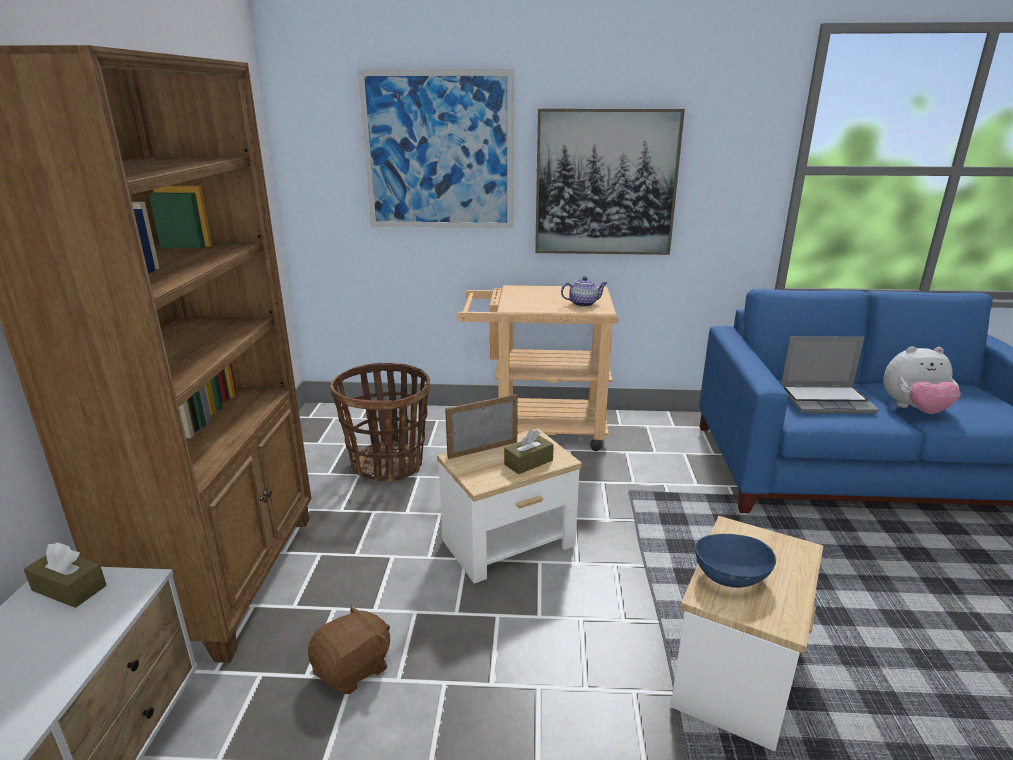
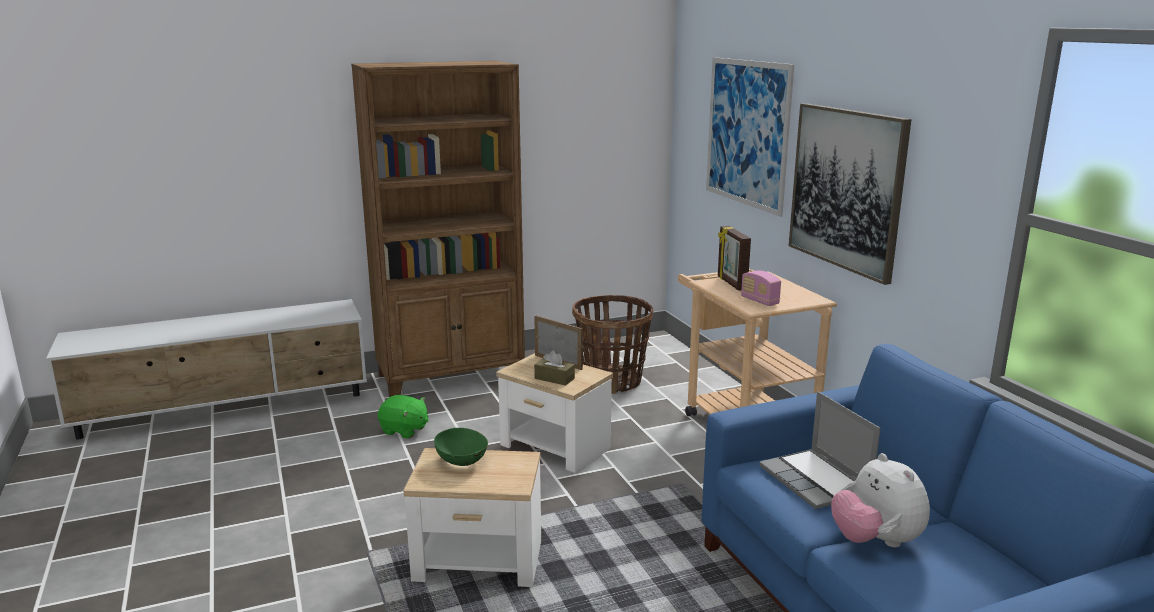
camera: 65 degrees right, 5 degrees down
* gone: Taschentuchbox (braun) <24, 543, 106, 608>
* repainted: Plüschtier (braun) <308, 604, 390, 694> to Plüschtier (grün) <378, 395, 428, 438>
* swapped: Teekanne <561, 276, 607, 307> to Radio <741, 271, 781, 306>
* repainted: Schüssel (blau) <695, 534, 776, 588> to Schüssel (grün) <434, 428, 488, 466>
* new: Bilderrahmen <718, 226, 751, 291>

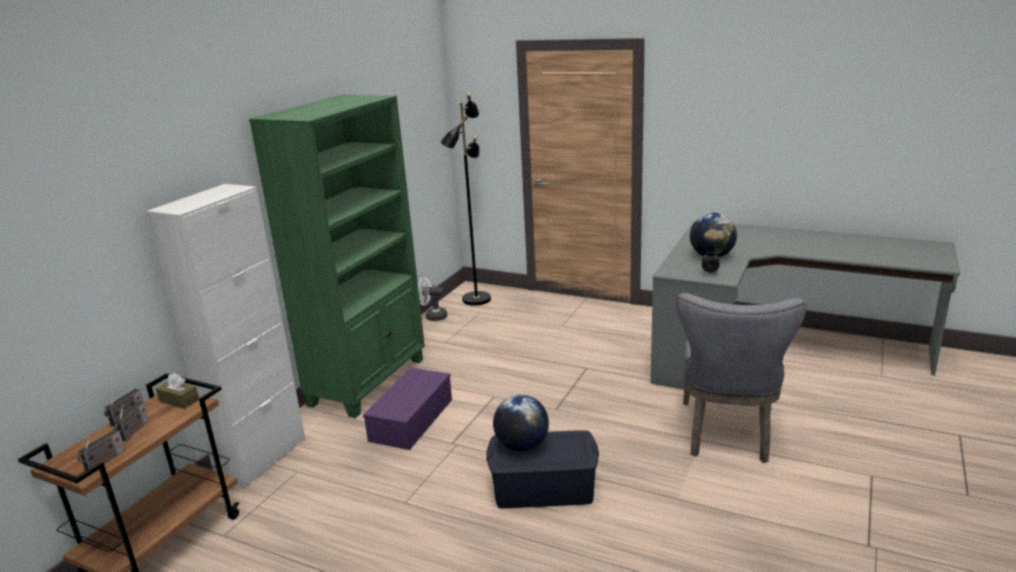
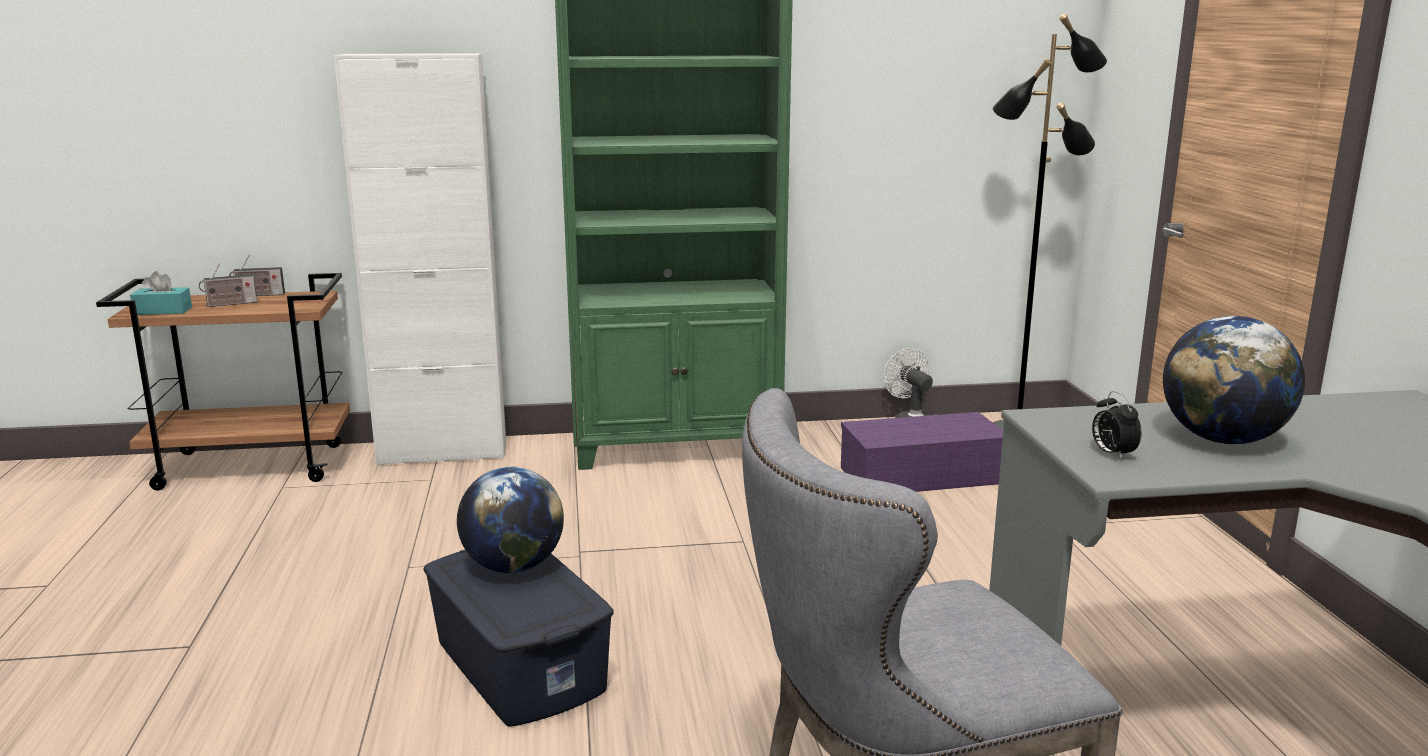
camera: 55 degrees right, 5 degrees down
* swapped: Radio <77, 429, 125, 471> to Taschentuchbox (türkis) <130, 271, 192, 315>
* gone: Taschentuchbox (braun) <156, 373, 199, 409>
* shifted: Aufbewahrungsbox (lila) <363, 368, 452, 450> to <841, 412, 1003, 492>

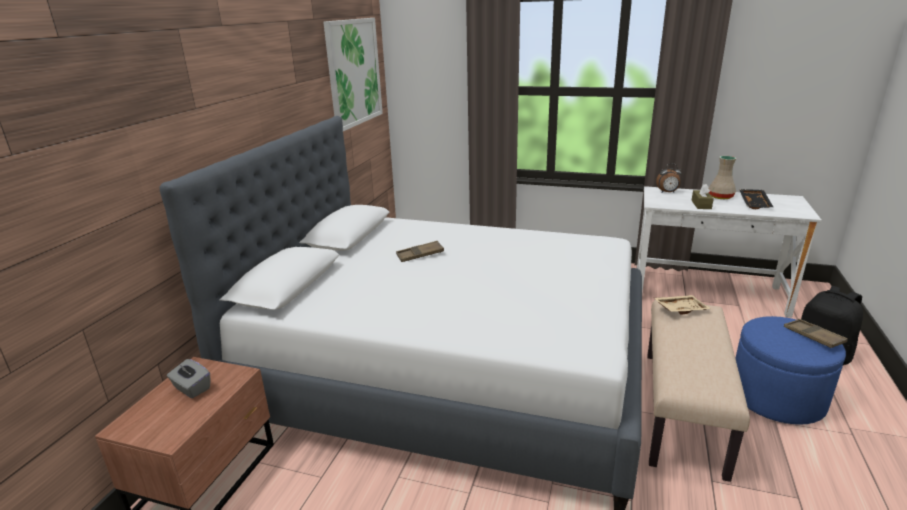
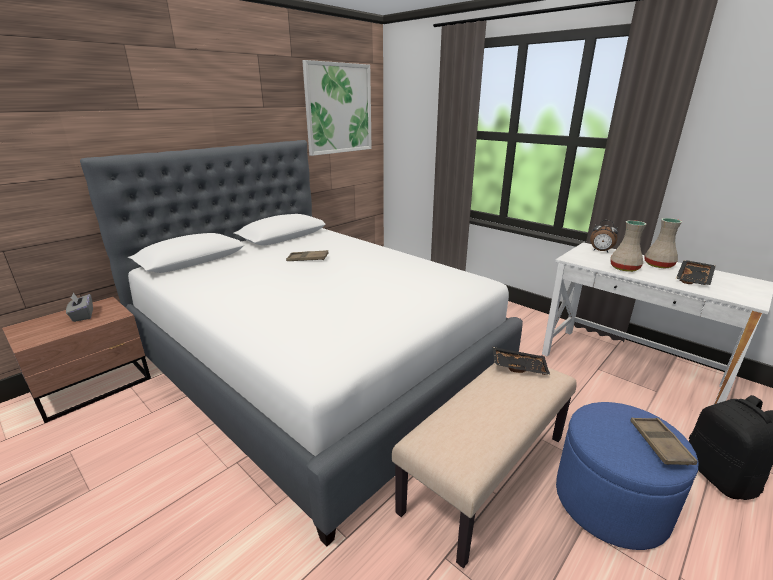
camera: 25 degrees right, 0 degrees up
* repainted: Tablett (beige) <654, 295, 711, 314> to Tablett (schwarz) <492, 347, 550, 375>
* swapped: Taschentuchbox (braun) <692, 184, 714, 209> to Vase (beige) <610, 220, 646, 272>

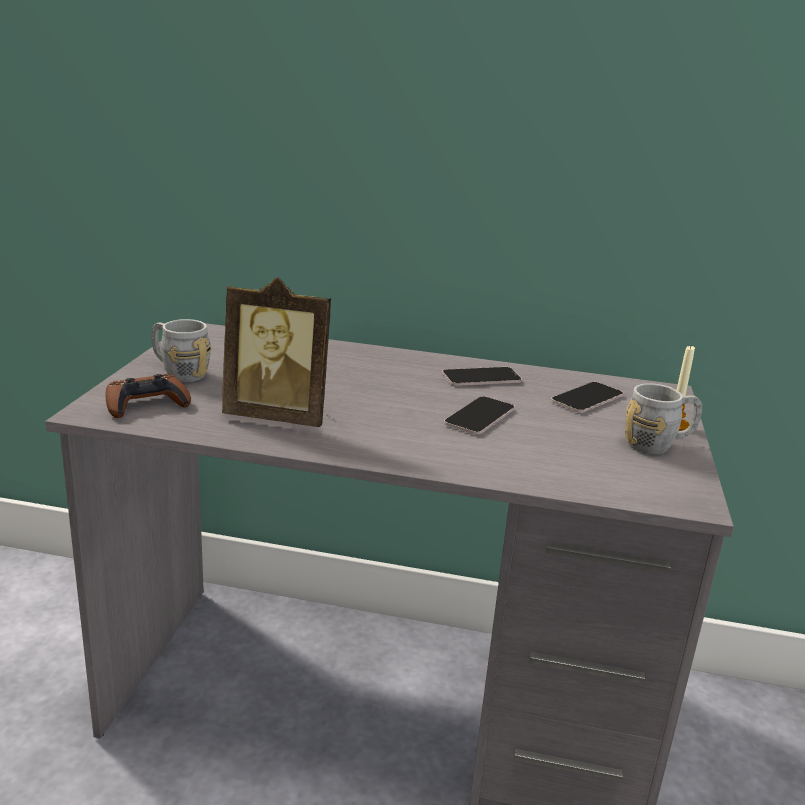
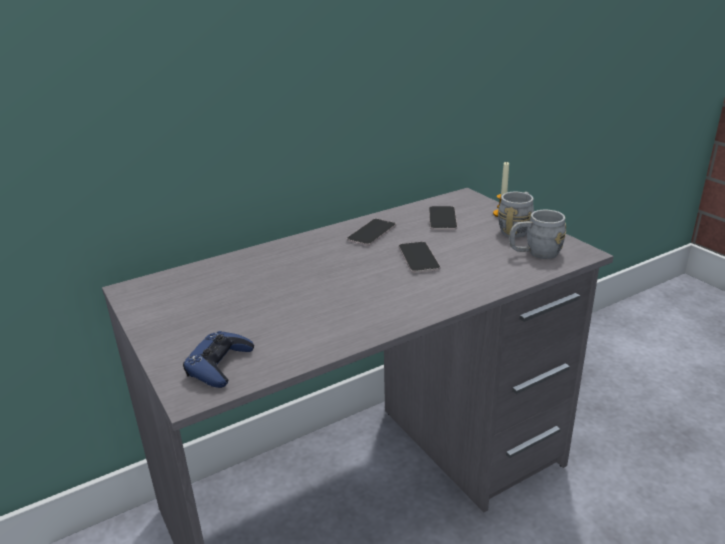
camera: 40 degrees left, 5 degrees up
* repainted: Gamepad (braun) <106, 374, 191, 418> to Gamepad (blau) <183, 331, 254, 388>
* shifted: Henkelbecher (grau) <151, 319, 211, 382> to <509, 210, 566, 259>
* gone: Bilderrahmen <222, 277, 331, 427>

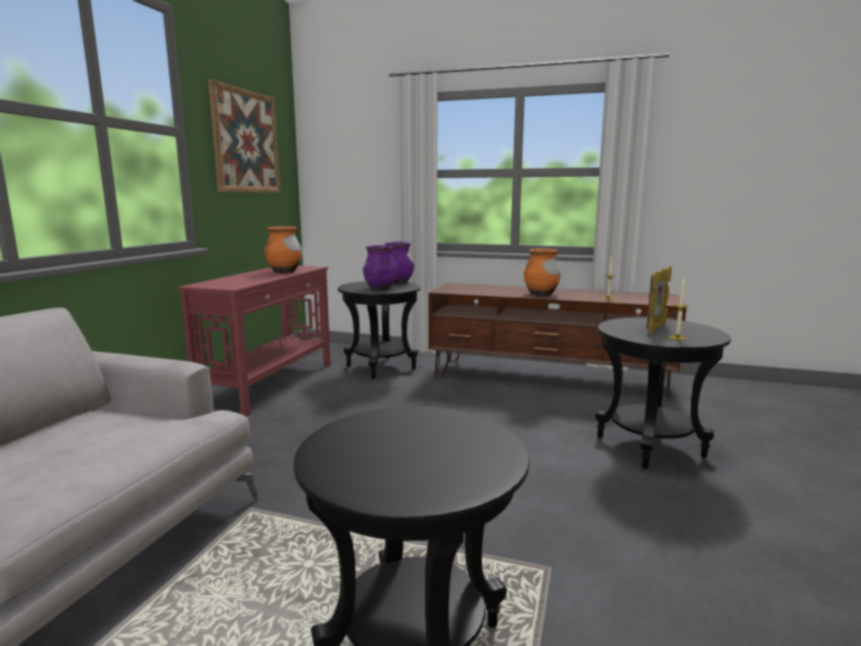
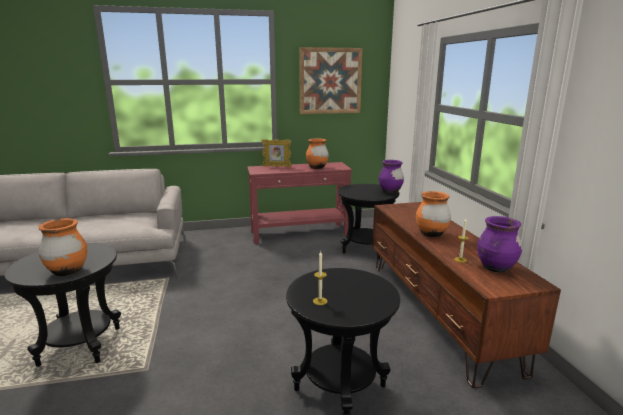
camera: 60 degrees right, 5 degrees up
* shifted: Vase (lila) <363, 245, 397, 290> to <477, 216, 522, 273>
* shifted: Bilderrahmen <646, 266, 672, 334> to <262, 139, 292, 167>
* new: Vase (orange) <38, 218, 87, 276>

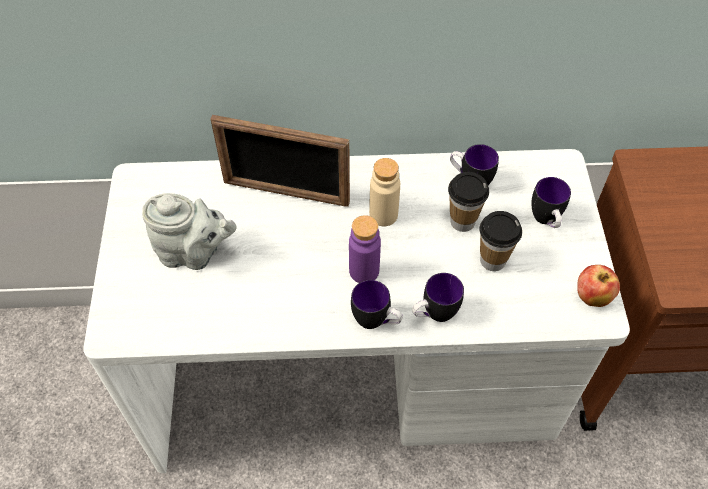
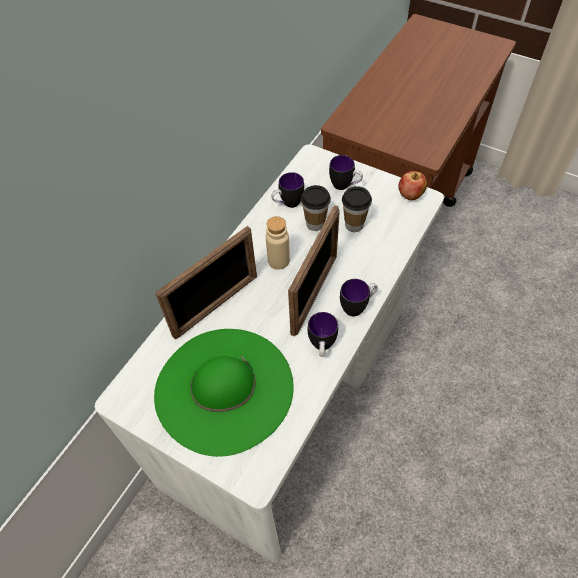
camera: 55 degrees left, 0 degrees up
* swapped: Teekanne (grau) <142, 193, 237, 270> to Hut (grün) <154, 329, 294, 457>
* swapped: Flasche (lila) <349, 215, 381, 283> to Bilderrahmen <288, 205, 340, 336>
* shifted: Henkelbecher <412, 273, 464, 322> to <308, 312, 338, 357>

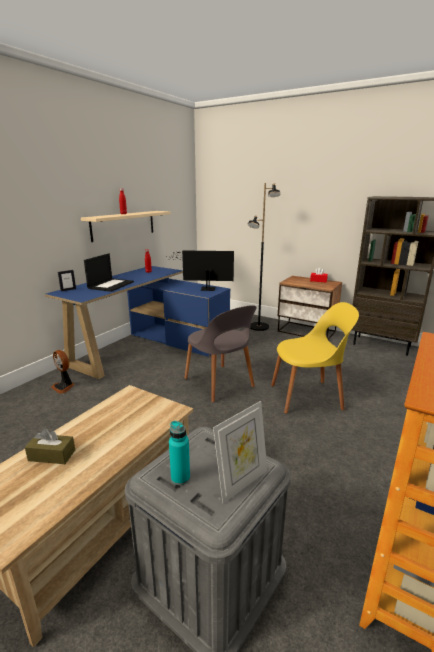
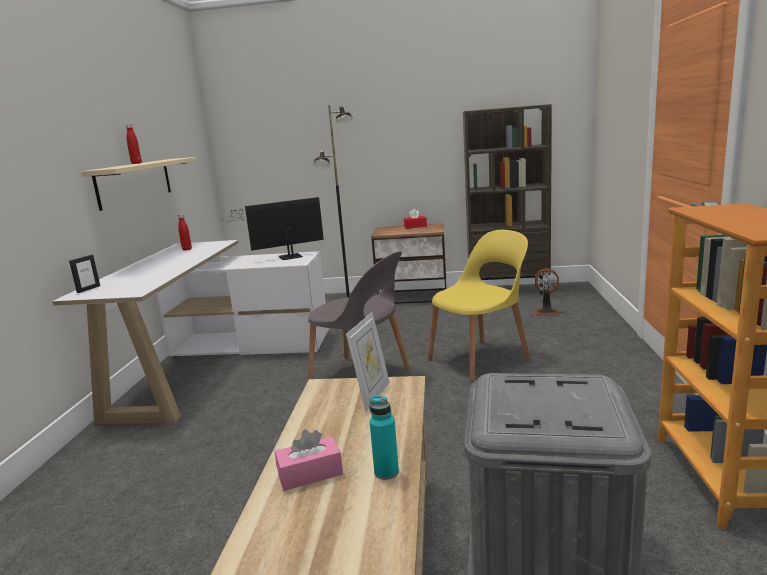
camera: 25 degrees left, 5 degrees down
* repainted: Taschentuchbox (braun) <25, 429, 75, 464> to Taschentuchbox (rosa) <275, 429, 343, 491>
* repainted: Schreibtisch (blau) <45, 266, 230, 379> to Schreibtisch (weiß) <52, 240, 329, 424>
* shifted: Ventilator <51, 350, 75, 394> to <534, 268, 560, 316>
* gone: Laptop <84, 253, 134, 292>
* shifted: Flasche (türkis) <169, 421, 190, 485> to <369, 396, 399, 480>
* shifted: Bilderrahmen <213, 401, 267, 504> to <346, 312, 390, 411>

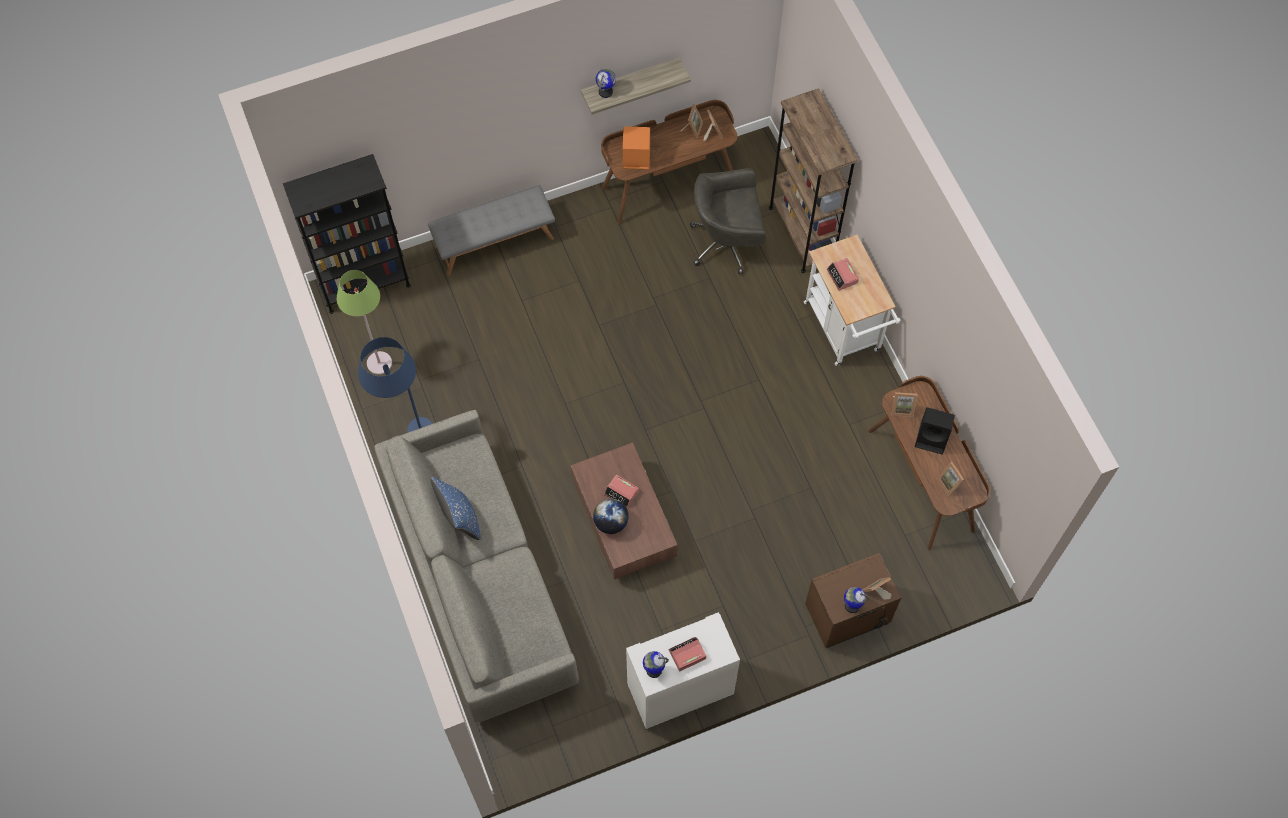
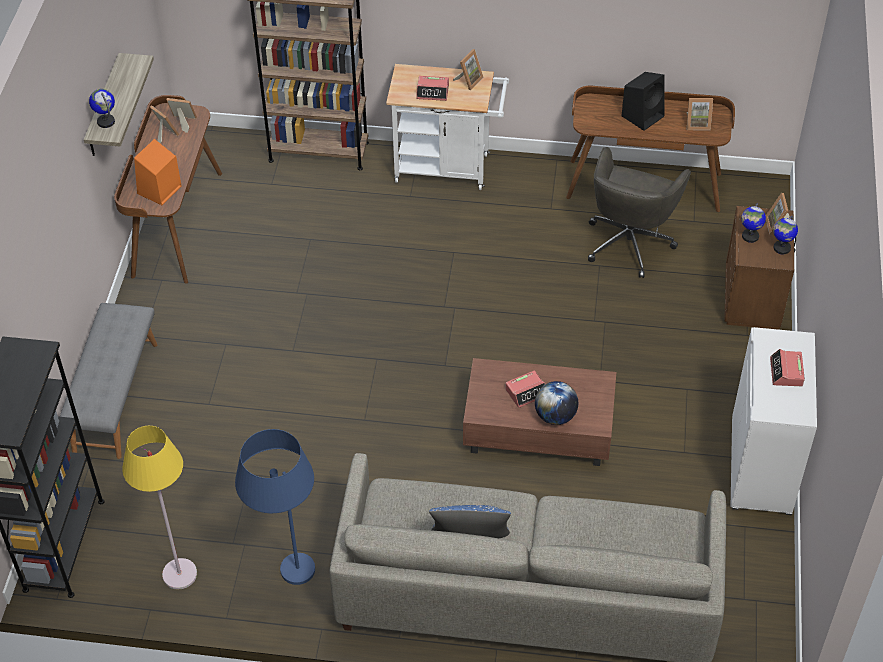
camera: 60 degrees left, 15 degrees down
* repainted: Stehlampe (grün) <337, 270, 392, 375> to Stehlampe (gelb) <122, 426, 197, 589>
* shifted: Globus <643, 651, 669, 678> to <741, 203, 766, 243>
* shifted: Bürostuhl (grau) <690, 168, 767, 274> to <588, 147, 691, 278>
* shifted: Bilderrahmen <892, 392, 917, 417> to <453, 49, 483, 90>

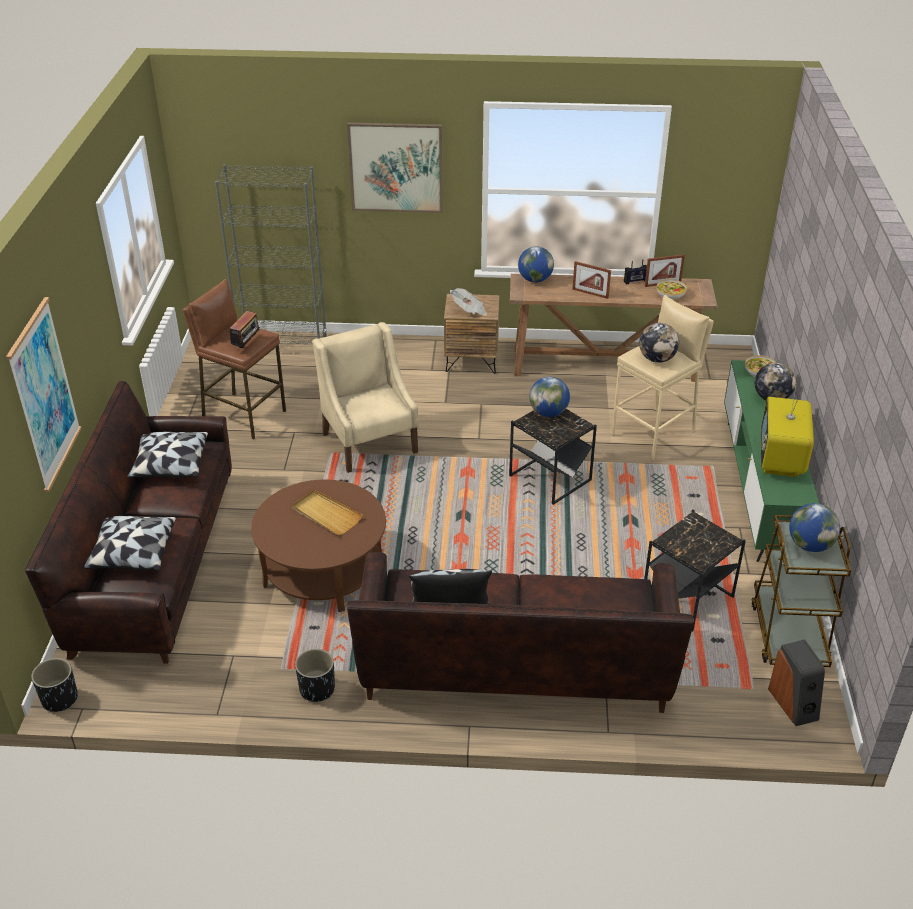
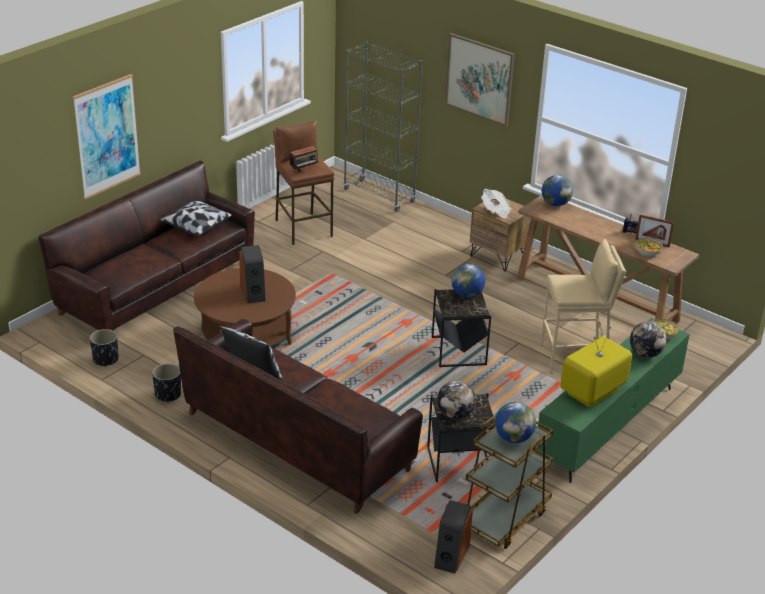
camera: 35 degrees right, 5 degrees down
* shifted: Pflanzkübel (schwarz) <31, 658, 78, 712> to <90, 329, 118, 367>
* gone: Kissen <85, 516, 176, 571>
* swapped: Tablett (beige) <292, 489, 363, 535> to Lautsprecher <239, 245, 266, 303>
* gone: Sessel (beige) <312, 322, 419, 473>
* gone: Bilderrahmen <572, 261, 611, 299>
* shifted: Globus <639, 323, 679, 363> to <437, 381, 476, 419>

